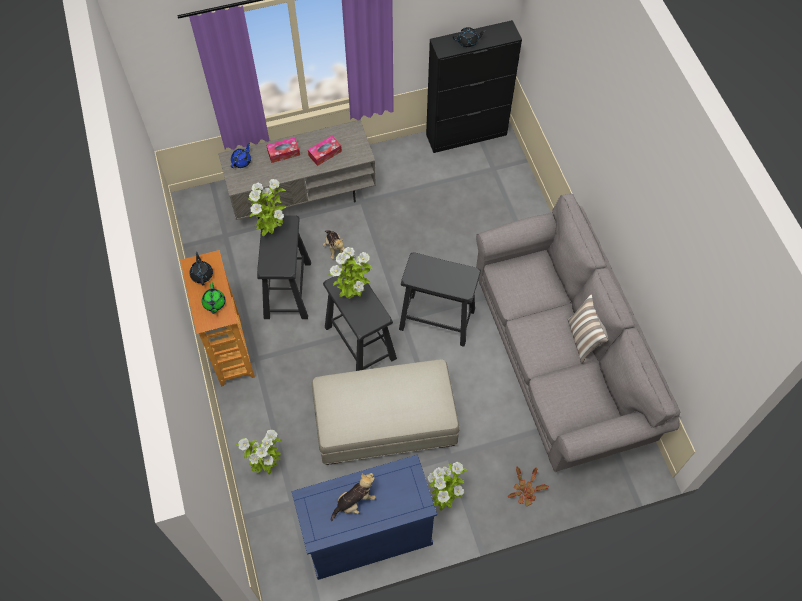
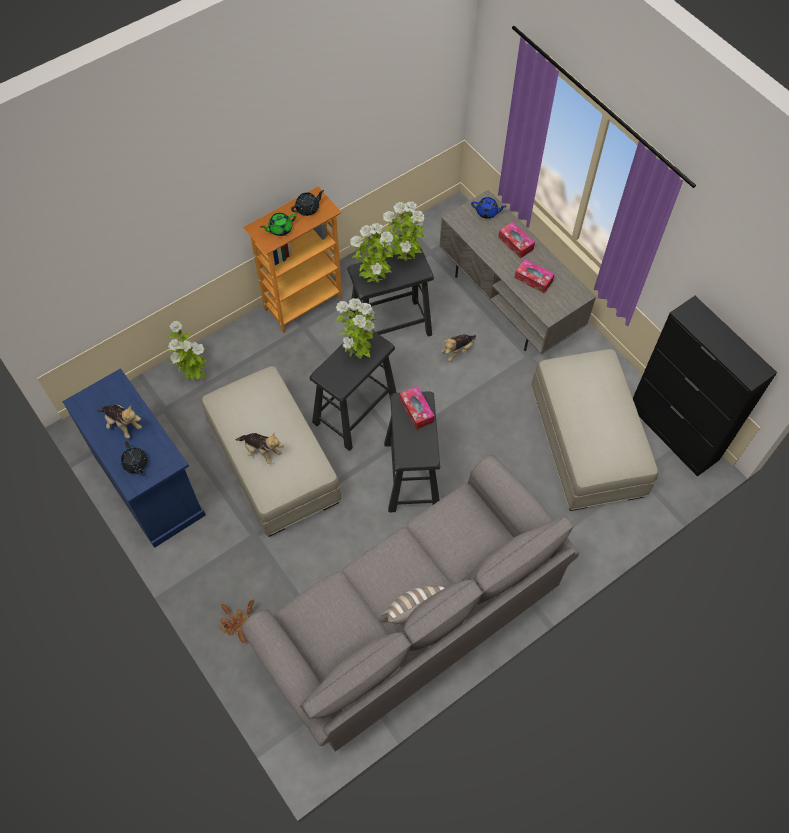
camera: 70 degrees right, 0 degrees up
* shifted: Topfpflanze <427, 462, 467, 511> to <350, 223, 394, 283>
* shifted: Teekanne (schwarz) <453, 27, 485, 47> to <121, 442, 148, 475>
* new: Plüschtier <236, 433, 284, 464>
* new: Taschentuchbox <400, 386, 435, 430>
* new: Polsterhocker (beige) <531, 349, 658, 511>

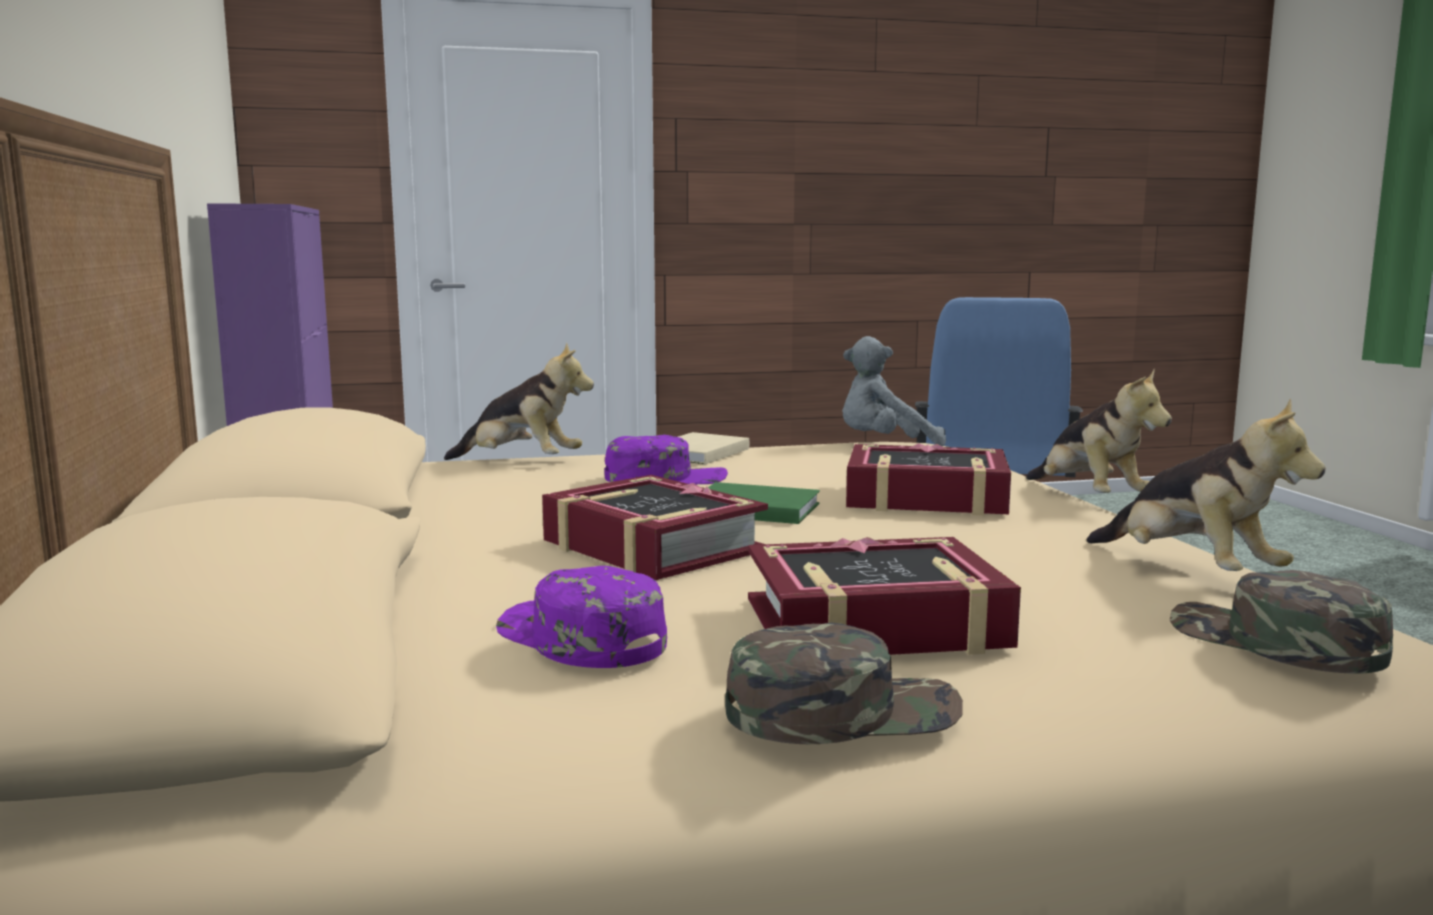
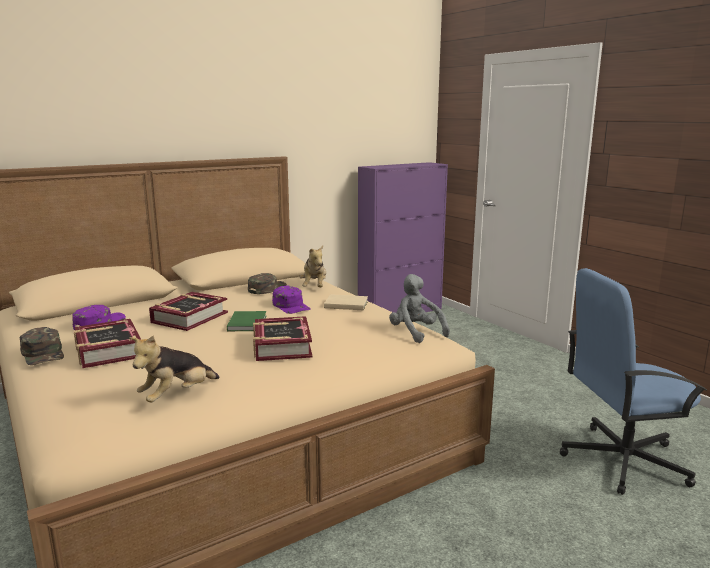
camera: 70 degrees right, 5 degrees up
* gone: Plüschtier <1026, 369, 1172, 493>
* shifted: Kappe (grün) <1170, 570, 1393, 674> to <248, 273, 287, 294>

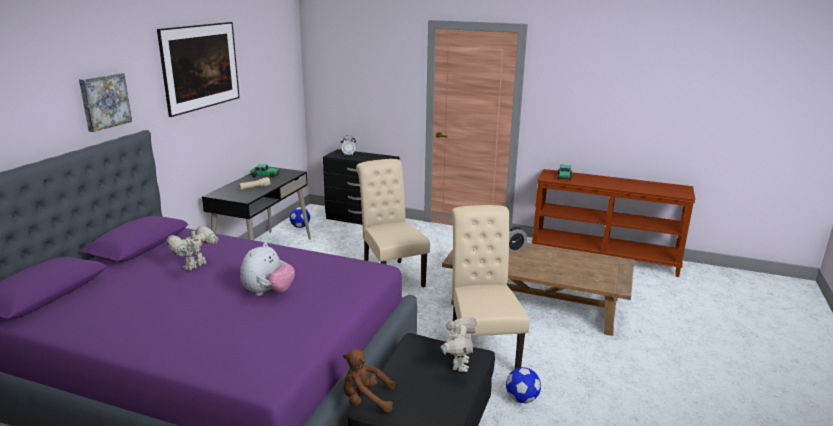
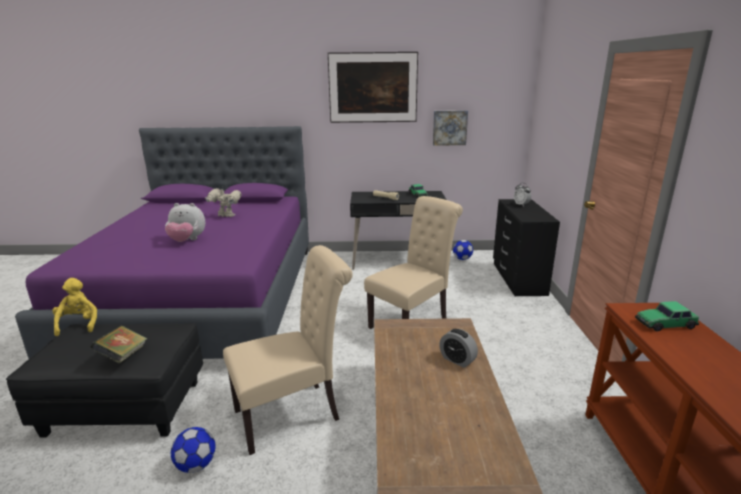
camera: 70 degrees right, 0 degrees up
* shifted: Bild <79, 73, 132, 132> to <433, 110, 468, 146>
* repainted: Plüschtier (braun) <343, 349, 395, 412> to Plüschtier (gelb) <52, 278, 97, 336>
* swapped: Spielzeugroboter <440, 317, 477, 372> to Buch <90, 325, 147, 363>

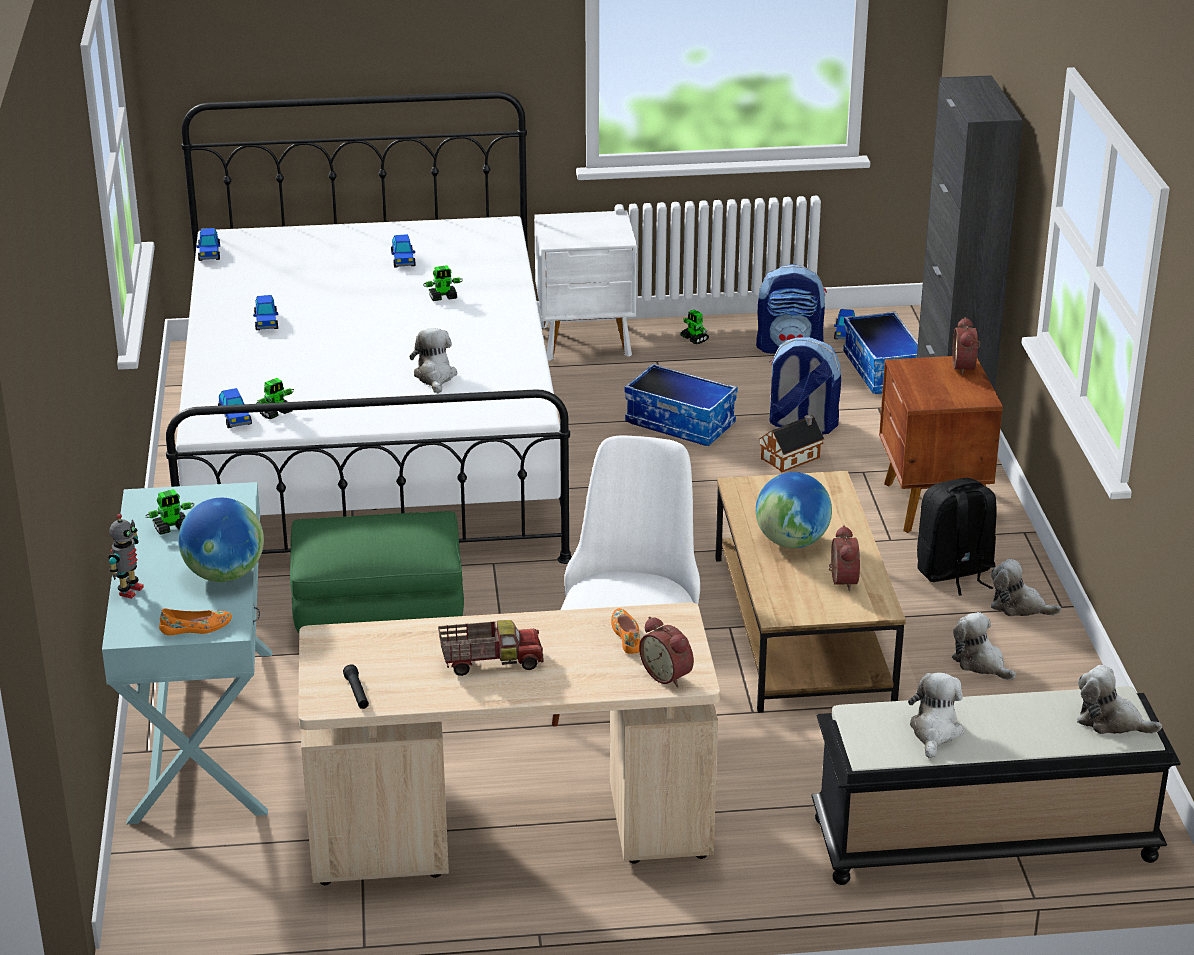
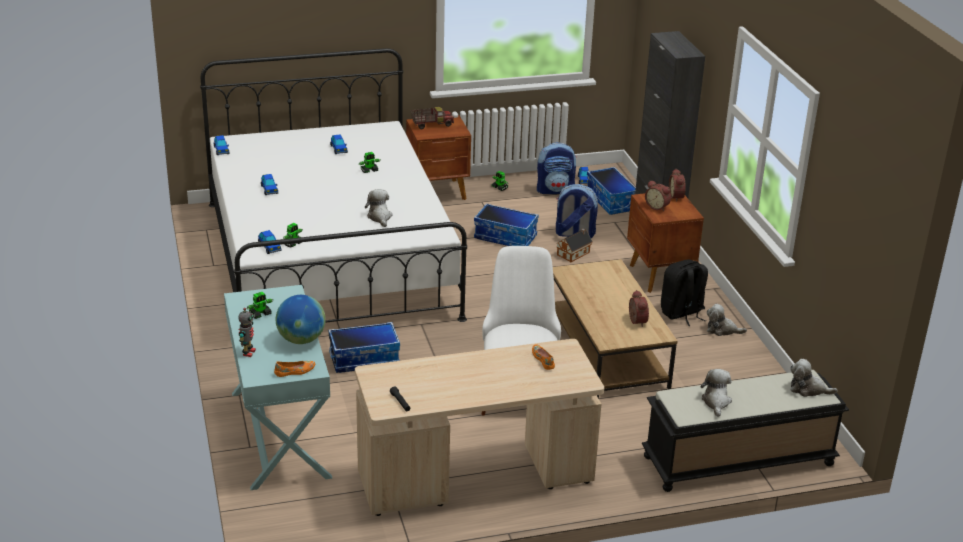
camera: 10 degrees left, 0 degrees up
* swapped: Polsterhocker (grün) <290, 511, 464, 633> to Aufbewahrungsbox <328, 322, 400, 373>
* shifted: Spielzeuglaster <438, 620, 544, 676> to <411, 107, 454, 129>
* repainted: Nachttisch (weiß) <534, 211, 637, 361> to Nachttisch (braun) <406, 115, 471, 200>
* shifted: Wecker <639, 616, 694, 688> to <645, 180, 671, 211>
* gone: Globus <756, 472, 832, 548>
* gone: Plüschtier <952, 612, 1016, 680>

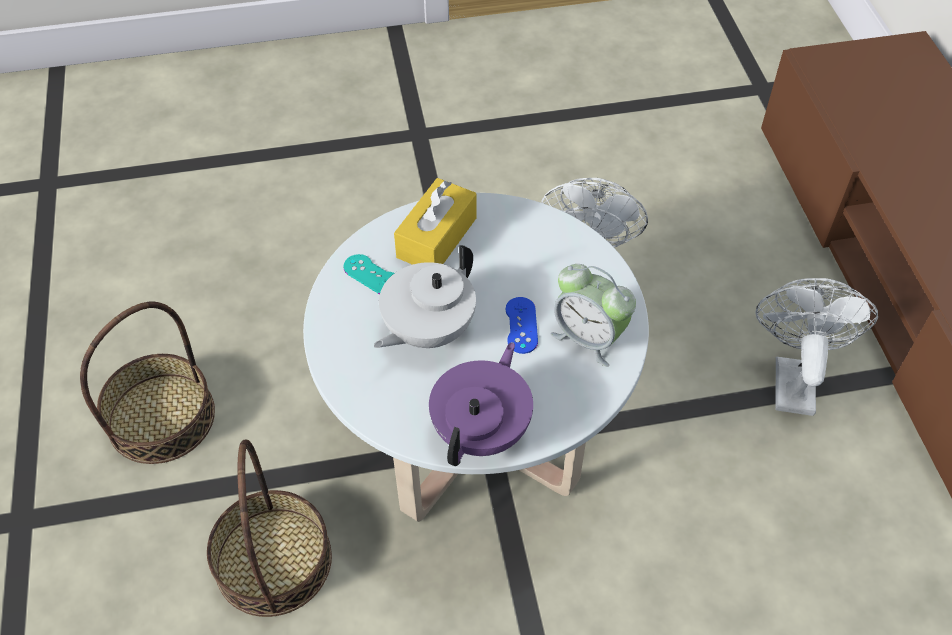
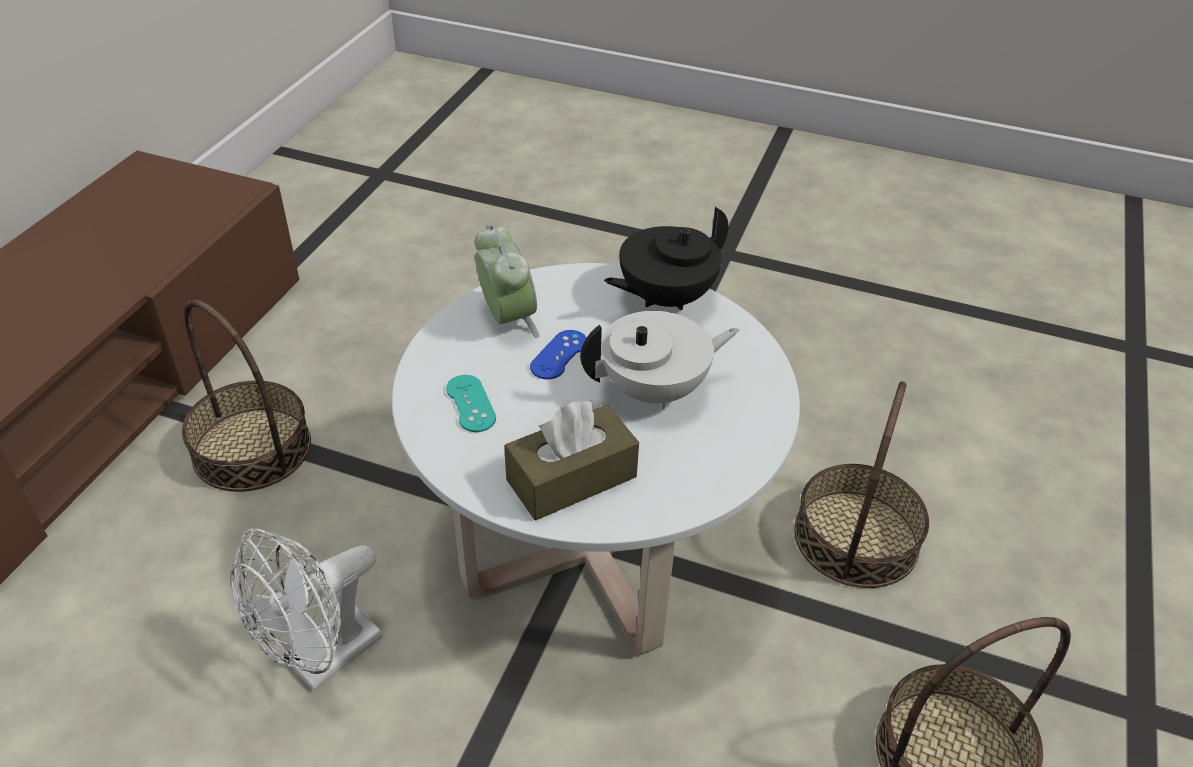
camera: 150 degrees left, 10 degrees down
* shifted: Gamepad (türkis) <343, 254, 394, 294> to <446, 375, 496, 432>
* repainted: Taschentuchbox (gelb) <394, 178, 477, 265> to Taschentuchbox (braun) <504, 400, 639, 520>
* repainted: Teekanne (lila) <429, 342, 533, 466> to Teekanne (schwarz) <604, 207, 728, 310>
* swapped: Ventilator (weiß) <755, 278, 878, 416> to Korb <182, 300, 311, 492>

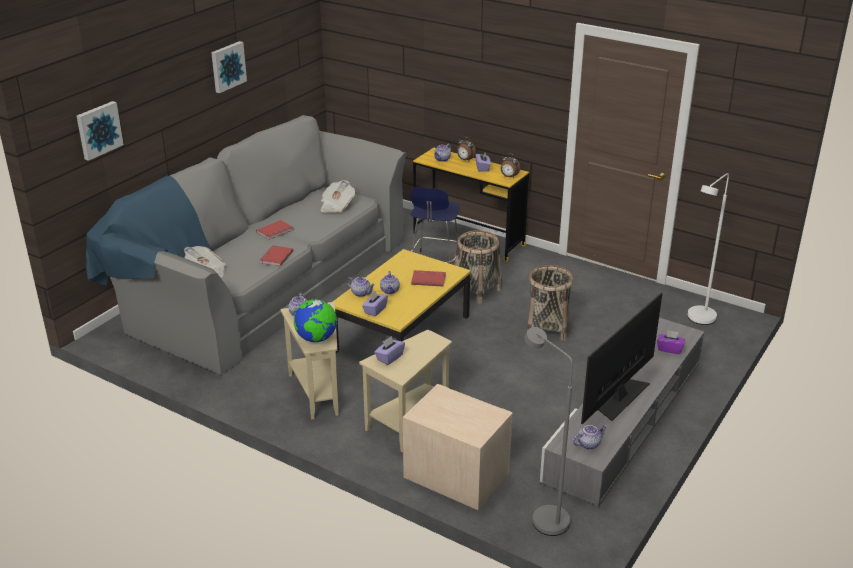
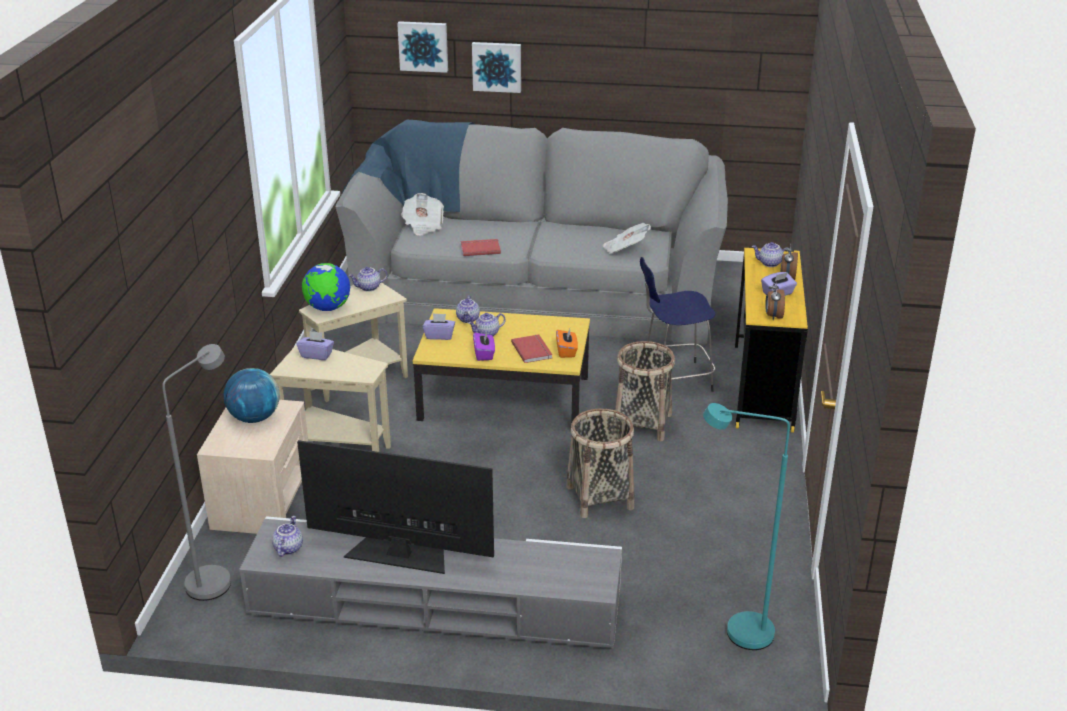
camera: 65 degrees right, 0 degrees up
* shifted: Bild <211, 41, 247, 93> to <472, 42, 521, 93>
* gone: Buch (rot) <256, 220, 294, 240>
* rotated: Teekanne <573, 425, 607, 450> = <272, 516, 303, 557> 120 degrees counterclockwise
* shifted: Taschentuchbox (lila) <657, 330, 685, 354> to <473, 331, 495, 361>
* repainted: Stehlampe (weiß) <687, 173, 729, 325> to Stehlampe (türkis) <703, 403, 790, 650>
* new: Globus <224, 368, 280, 423>
* new: Taschentuchbox (orange) <556, 329, 578, 358>

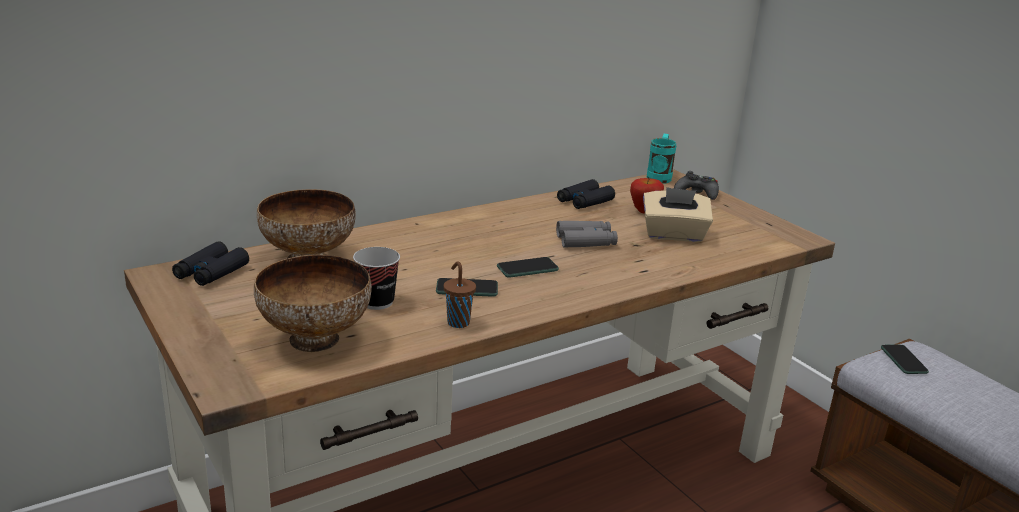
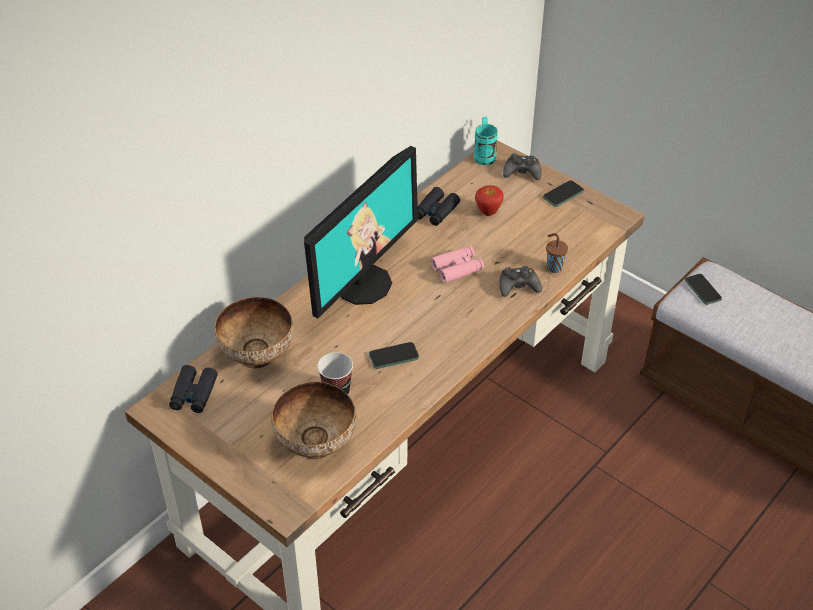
camera: 15 degrees left, 20 degrees up
* shifted: Tasse (braun) <444, 261, 476, 328> to <546, 233, 568, 273>
* shifted: Handy <497, 257, 559, 278> to <542, 180, 584, 207>
* repainted: Fernglas (grau) <556, 221, 618, 248> to Fernglas (rosa) <431, 246, 484, 283>
* gone: Taschentuchbox (beige) <643, 187, 713, 242>
* new: Monitor <304, 146, 418, 318>
* new: Gamepad (schwarz) <499, 266, 542, 297>

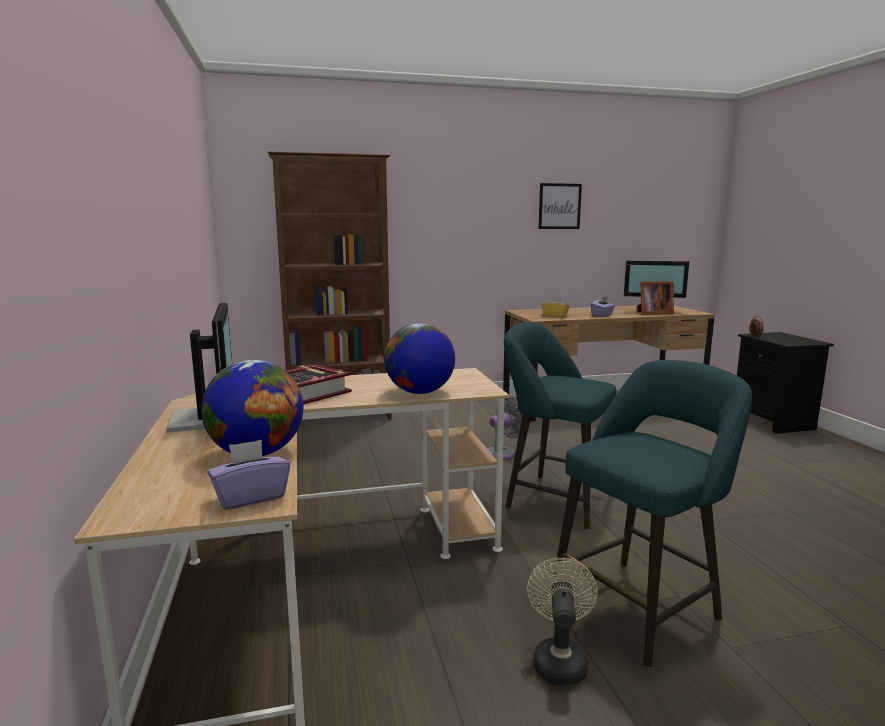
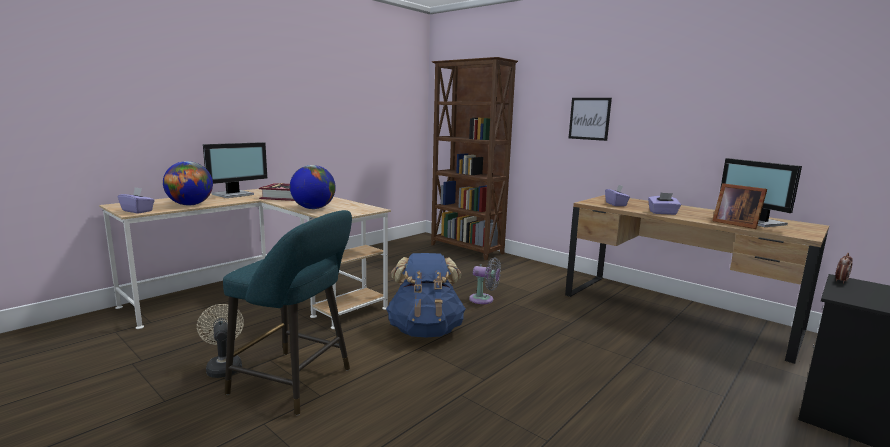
camera: 55 degrees right, 0 degrees up
* swapped: Hocker (türkis) <504, 323, 616, 531> to Rucksack (blau) <386, 253, 466, 337>
* rotated: Ventilator (beige) <527, 558, 598, 685> = <197, 304, 244, 378> 90 degrees counterclockwise
* shifted: Bild <538, 183, 582, 229> to <569, 98, 612, 141>
* repainted: Taschentuchbox (gelb) <541, 296, 570, 317> to Taschentuchbox (lila) <605, 185, 630, 206>

